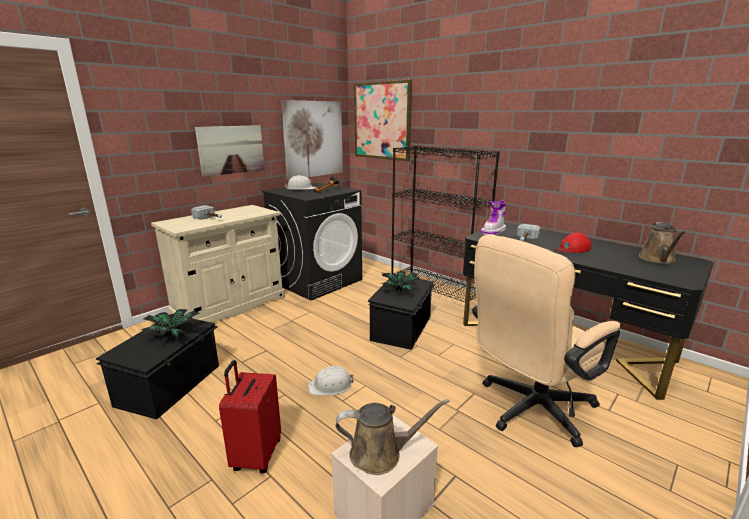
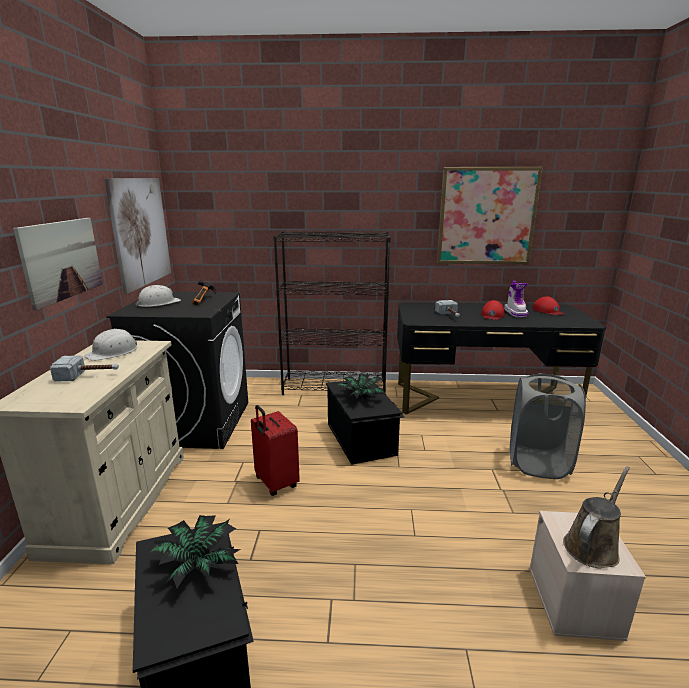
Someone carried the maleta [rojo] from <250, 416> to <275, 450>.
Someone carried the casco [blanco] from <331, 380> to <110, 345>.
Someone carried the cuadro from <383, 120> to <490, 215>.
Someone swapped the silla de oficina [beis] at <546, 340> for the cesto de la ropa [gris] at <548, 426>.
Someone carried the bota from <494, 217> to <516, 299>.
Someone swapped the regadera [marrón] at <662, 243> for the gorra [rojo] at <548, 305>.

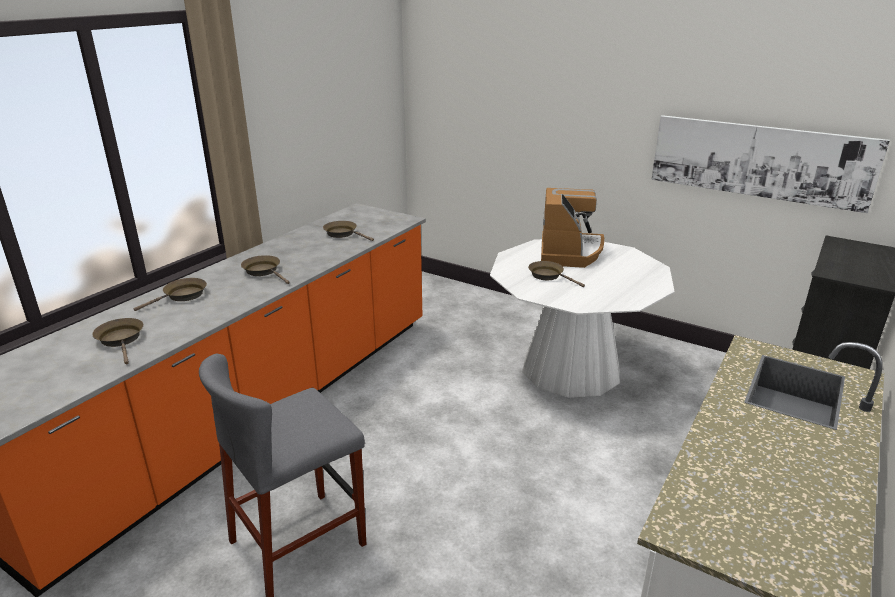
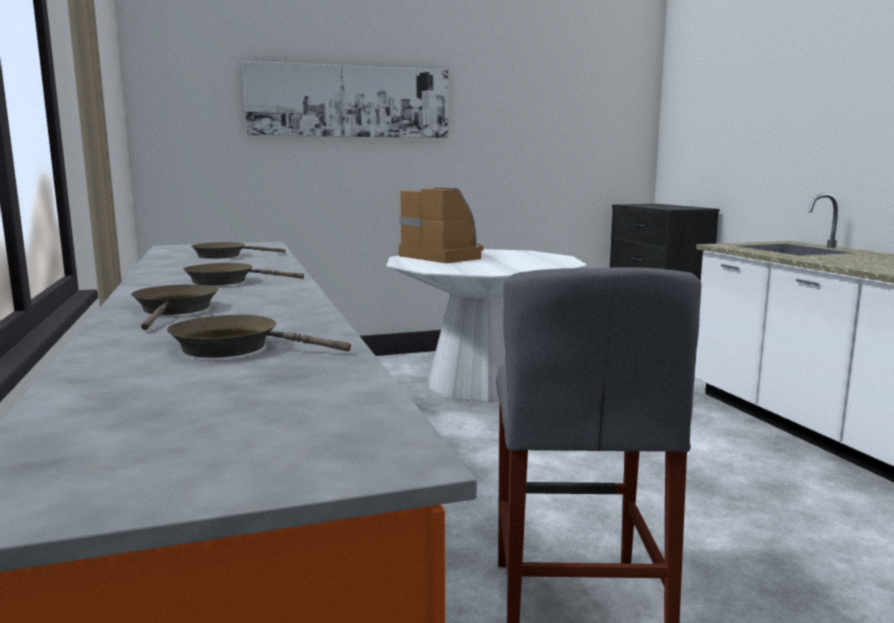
Someone took away the sartén [marrón] at <556, 274>.
Someone carried the cuadro from <770, 164> to <345, 99>.

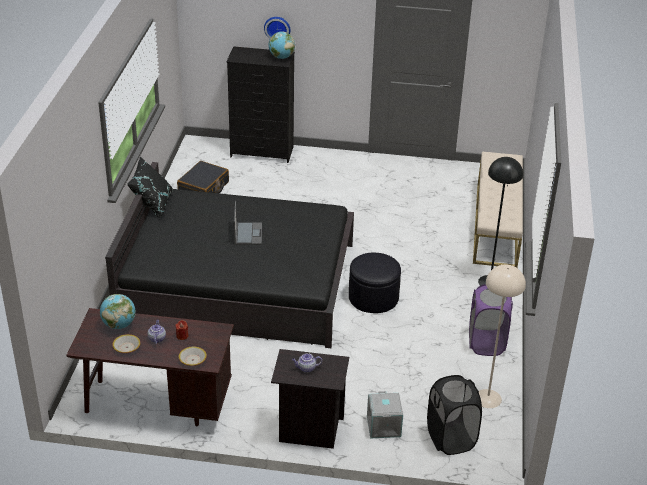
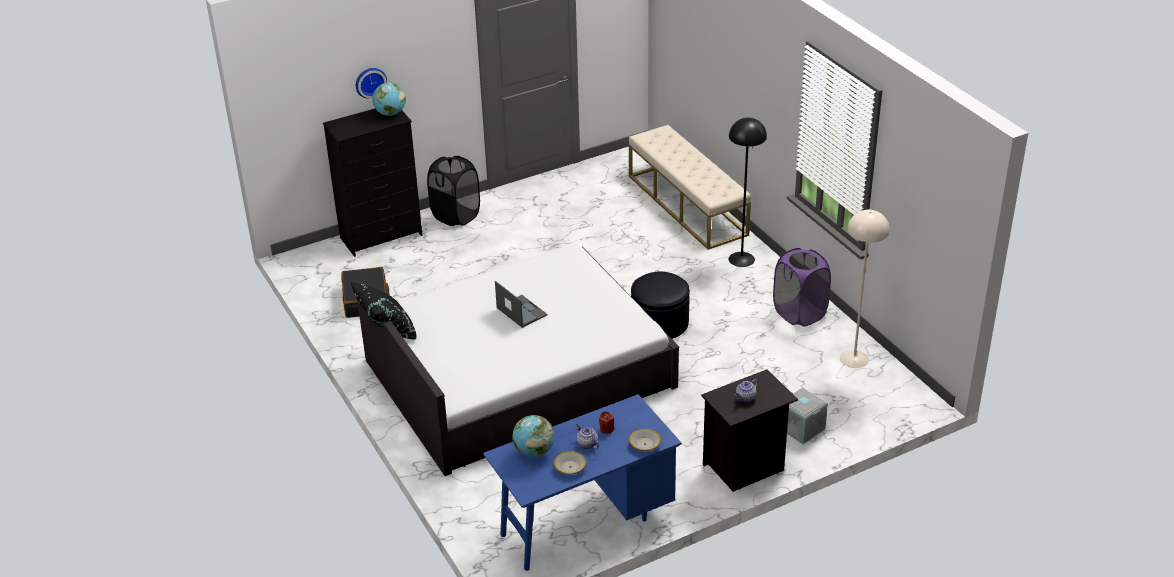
Someone repainted the escritorio [marrón] at <150, 367>, which became the escritorio [azul] at <582, 482>.
Someone repainted the cama [negro] at <229, 255>, which became the cama [blanco] at <518, 360>.
Someone carried the cesto de la ropa [negro] from <454, 415> to <453, 191>.

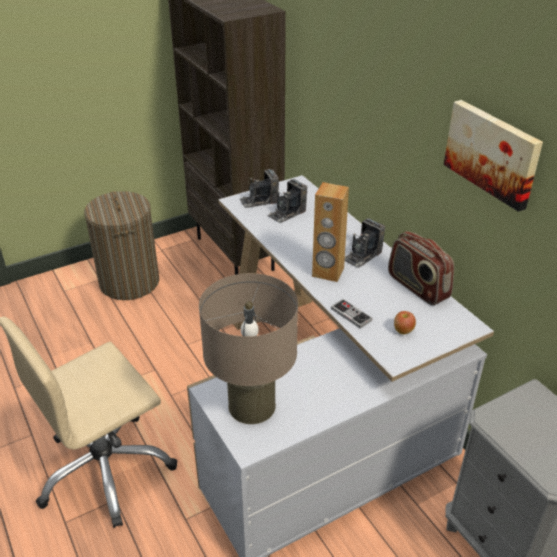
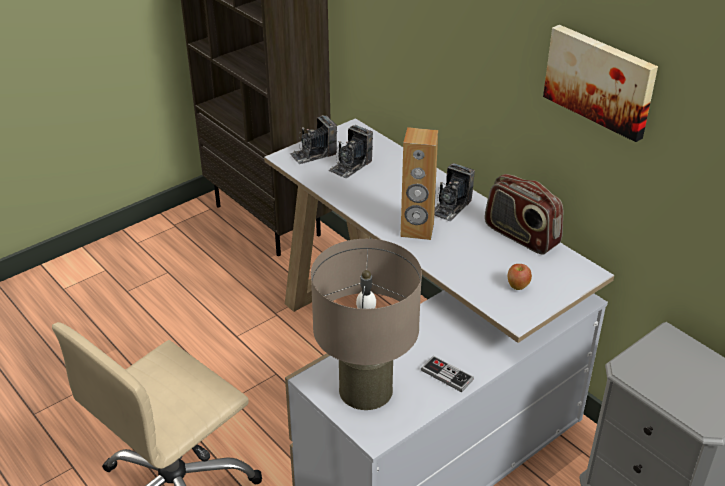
Someone took away the cesto de la ropa at <121, 245>.
Someone carried the mando de consola from <352, 313> to <447, 374>.

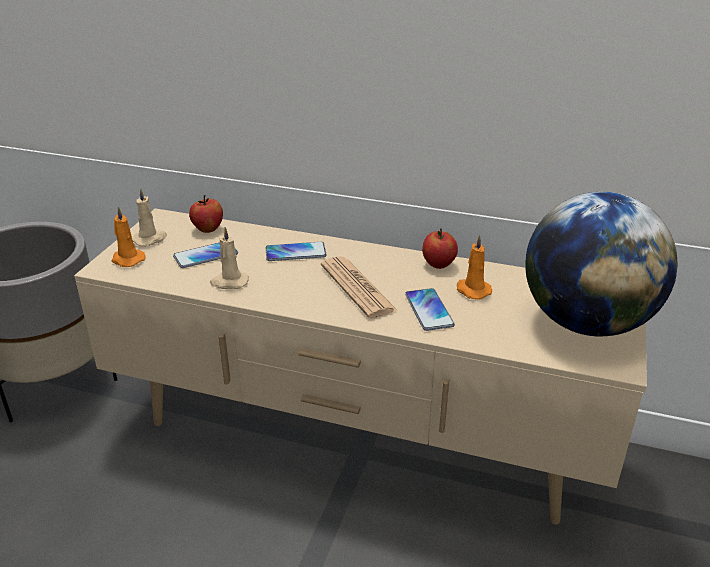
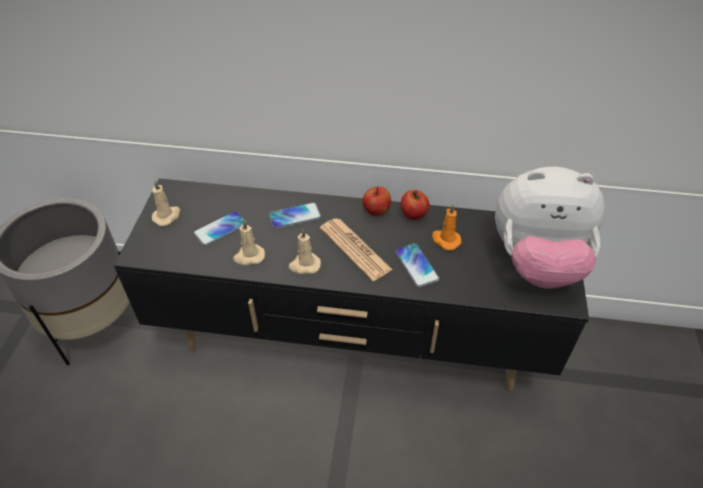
Someone repainted the mueble de televisión [beis] at <360, 366>, which became the mueble de televisión [negro] at <351, 284>.
Someone took away the vela [naranja] at <128, 237>.
Someone carried the manzana from <206, 214> to <377, 201>.
Someone swapped the globo terráqueo at <601, 264> for the peluche at <550, 227>.
Someone put down the vela [beis] at <304, 251>.

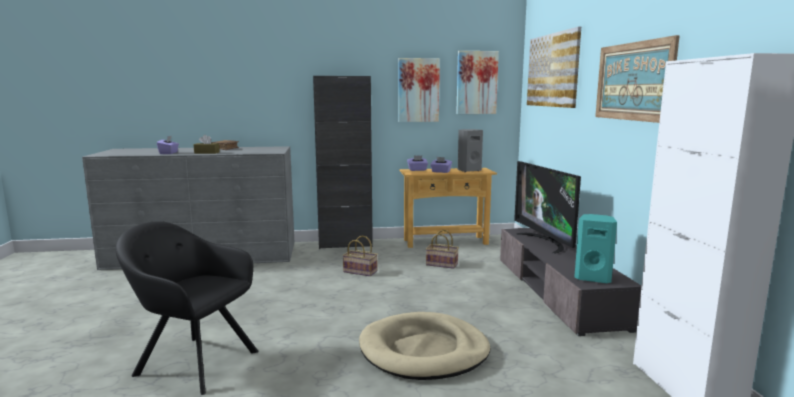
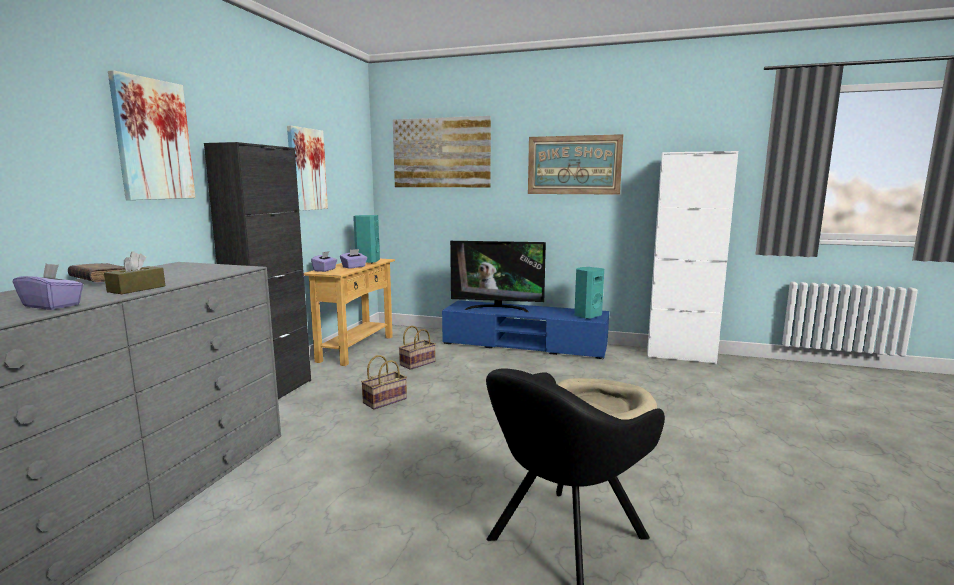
Someone carried the cuadro from <477, 82> to <152, 135>.
Someone repainted the altavoz [gris] at <470, 150>, which became the altavoz [turquesa] at <366, 239>.
Someone repainted the mueble de televisión [gris] at <570, 282>, which became the mueble de televisión [azul] at <525, 329>.

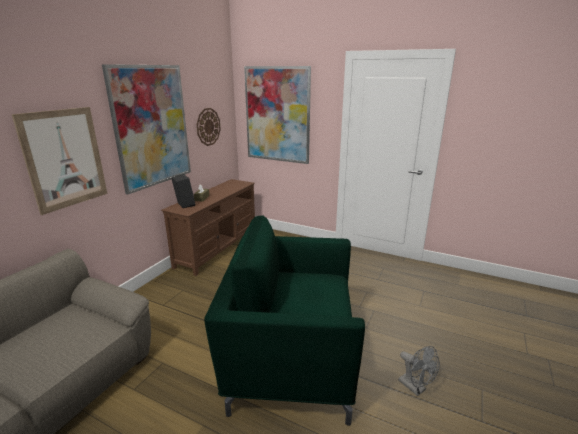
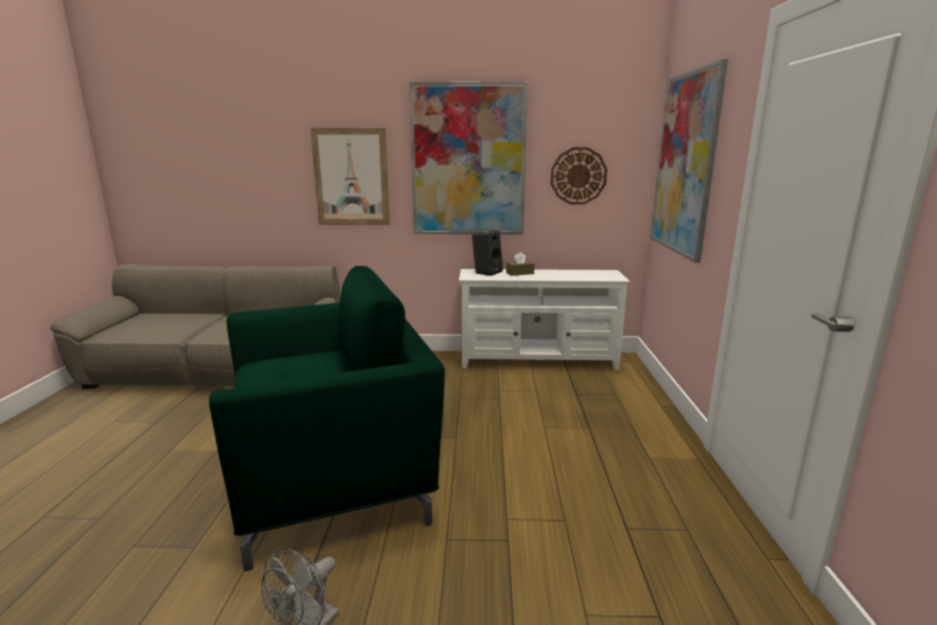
Someone repainted the mueble de televisión [marrón] at <208, 227>, which became the mueble de televisión [blanco] at <544, 319>.
Someone rotated the sillón [verde] at <284, 321> by 90 degrees clockwise.

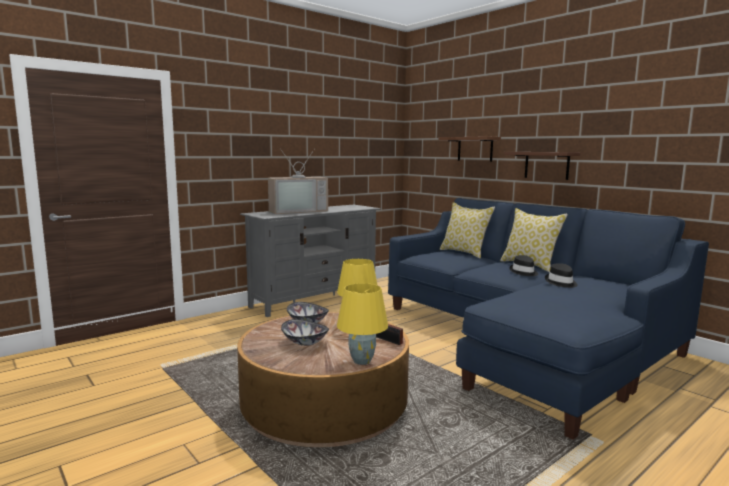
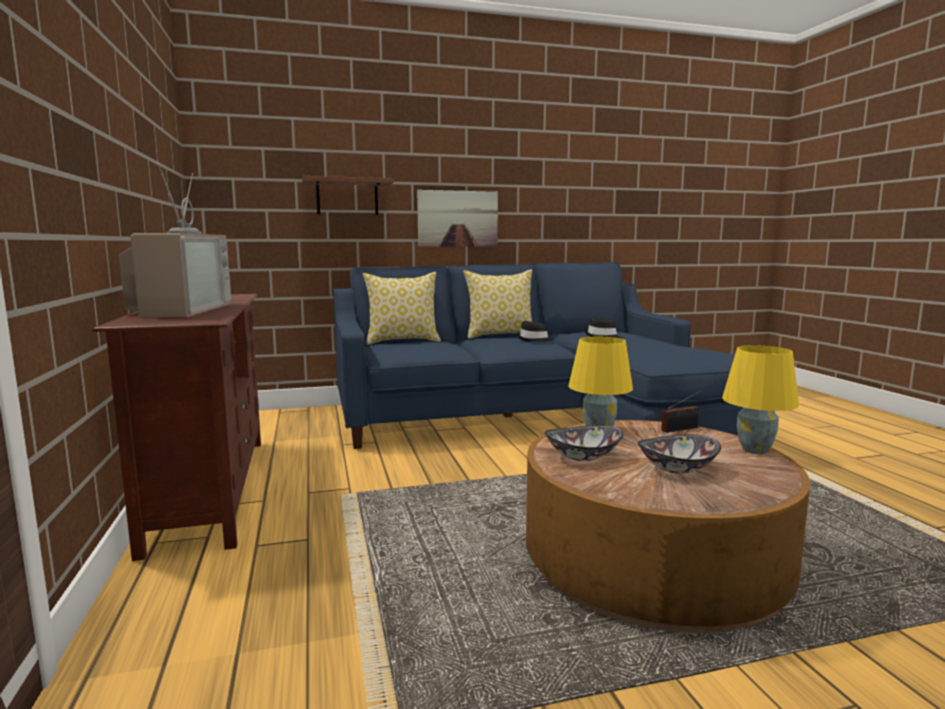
Someone repainted the mueble de televisión [gris] at <310, 261>, which became the mueble de televisión [marrón] at <176, 427>.
Someone swapped the estante [marrón] at <542, 166> for the cuadro at <457, 218>.

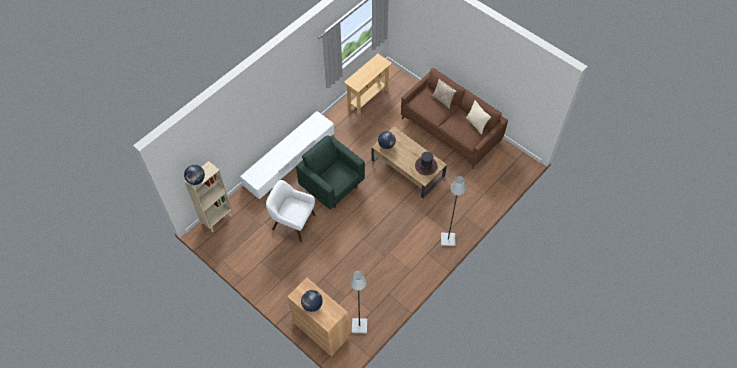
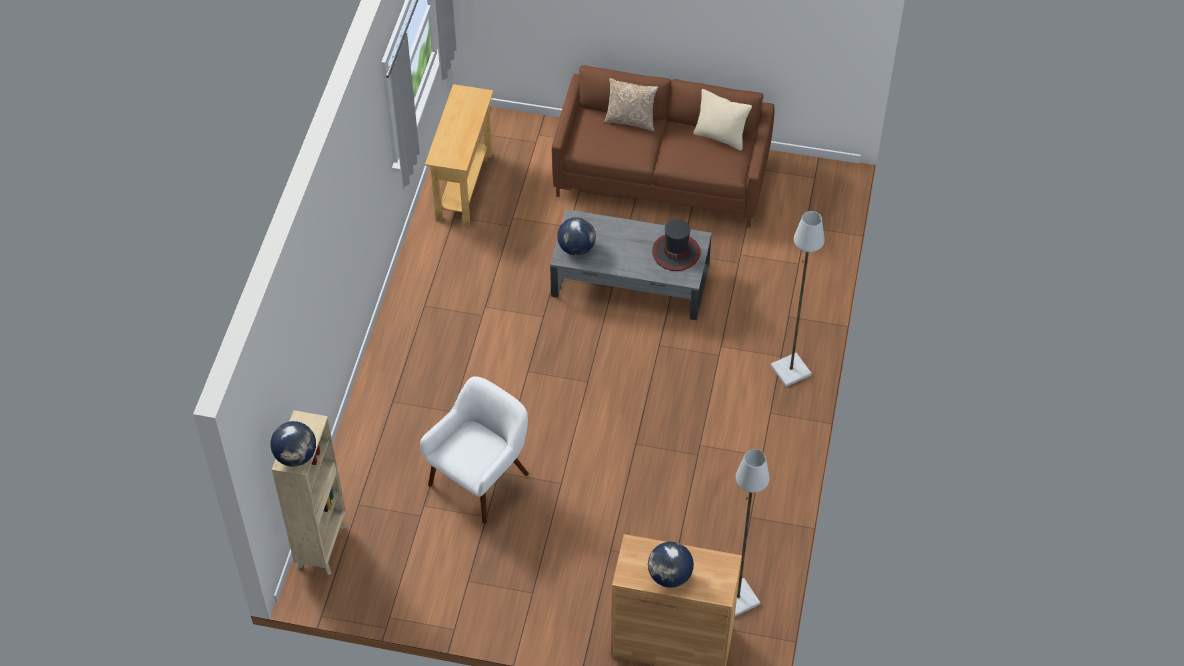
Someone took away the mueble de televisión [blanco] at <287, 155>.
Someone rotated the sillón [blanco] at <291, 211> by 135 degrees clockwise.
Someone took away the sillón [verde] at <330, 172>.
Someone repainted the mesa de centro [marrón] at <409, 163>, which became the mesa de centro [gris] at <631, 264>.

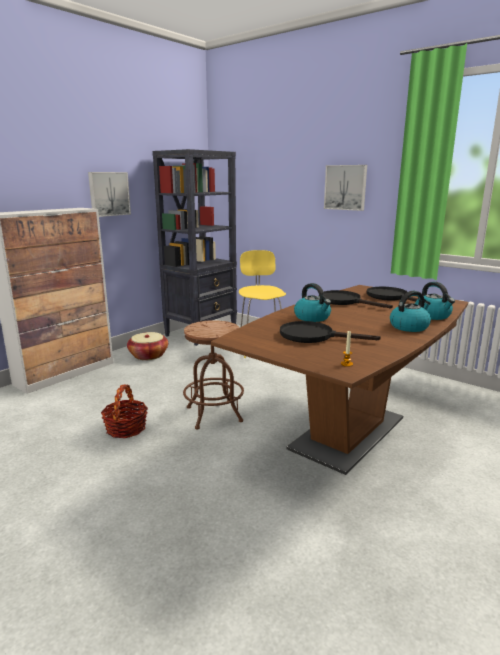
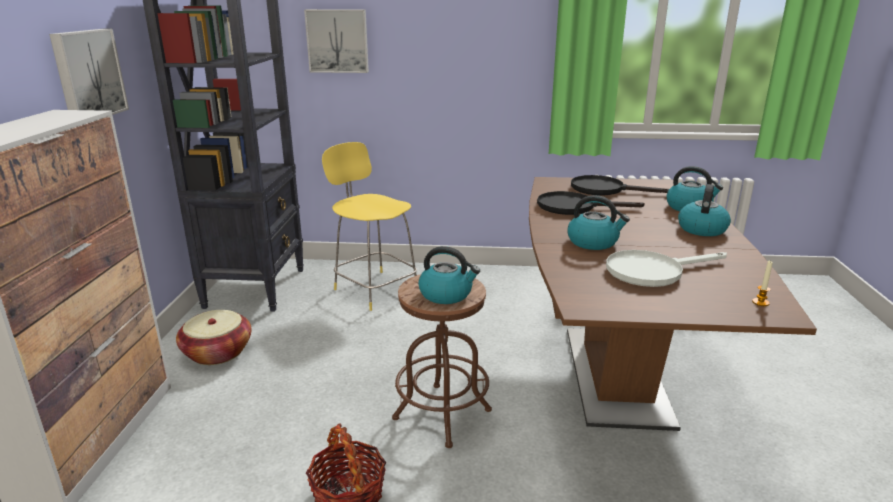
Someone repainted the sartén [negro] at <330, 332>, which became the sartén [blanco] at <666, 268>.
Someone carried the cuadro from <345, 188> to <336, 41>.
Someone put down the hervidor at <449, 275>.

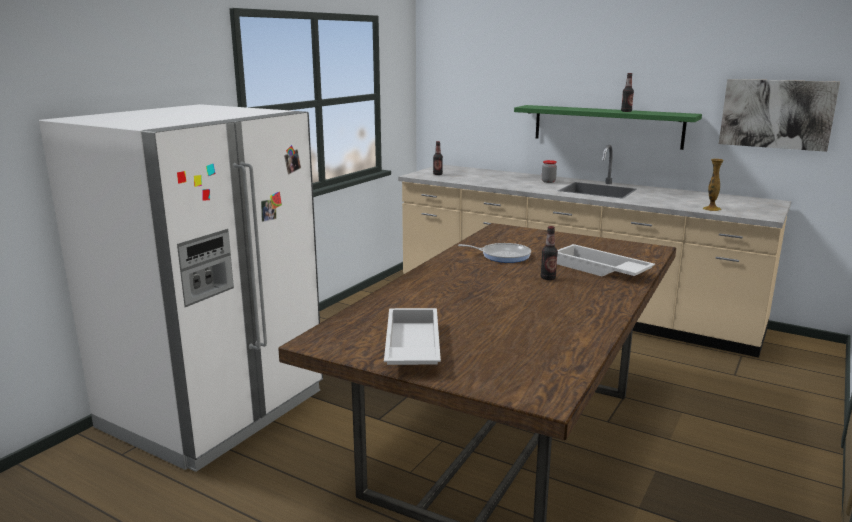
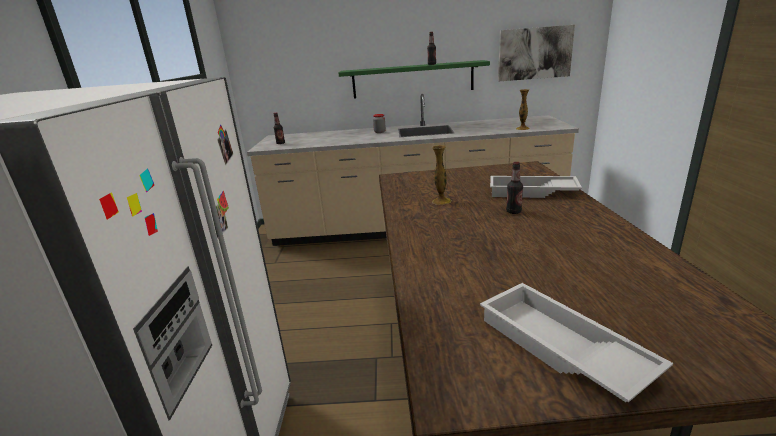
Someone swapped the sartén at <494, 253> for the florero at <442, 175>.

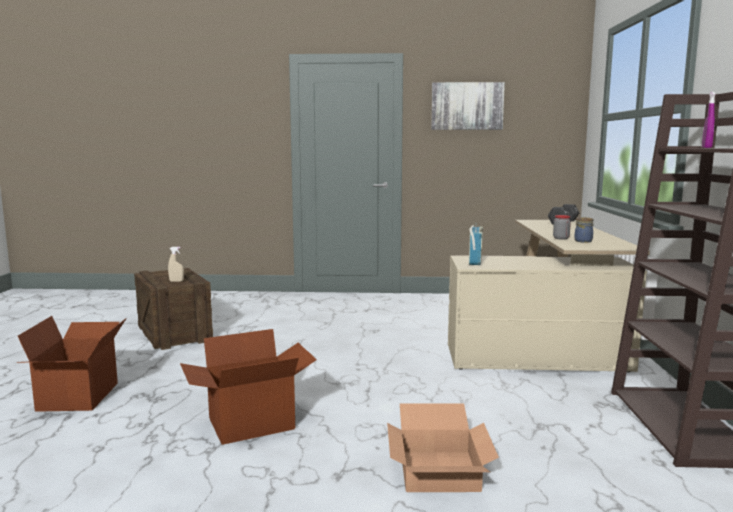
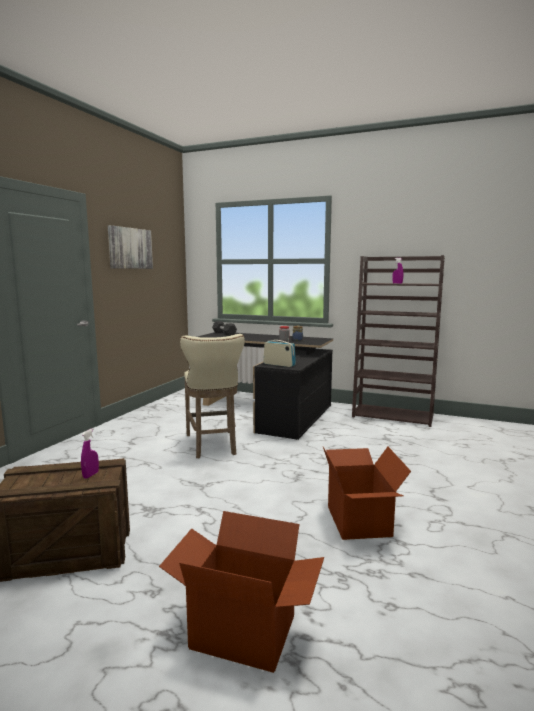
Someone repainted the pulverizador [beis] at <176, 264>, which became the pulverizador [morado] at <90, 453>.
Someone took away the caja de cartón at <443, 447>.
Someone repainted the escritorio [beis] at <549, 296>, which became the escritorio [negro] at <265, 386>.
Someone put down the taburete [beis] at <212, 396>.

